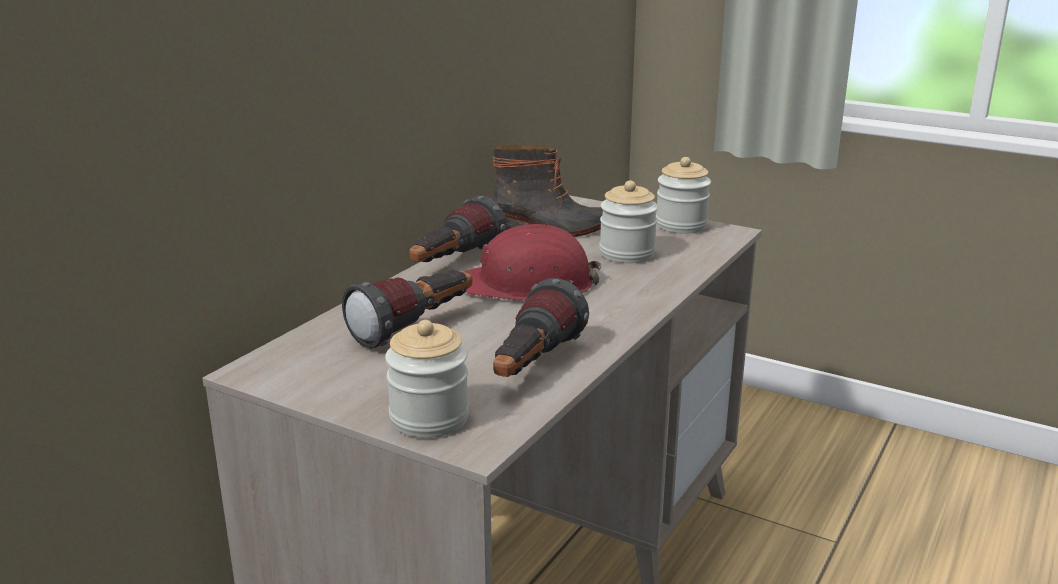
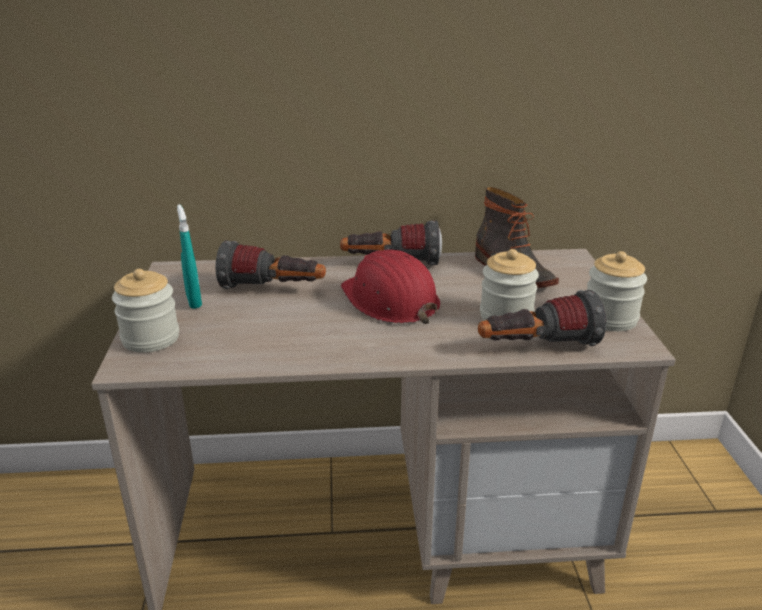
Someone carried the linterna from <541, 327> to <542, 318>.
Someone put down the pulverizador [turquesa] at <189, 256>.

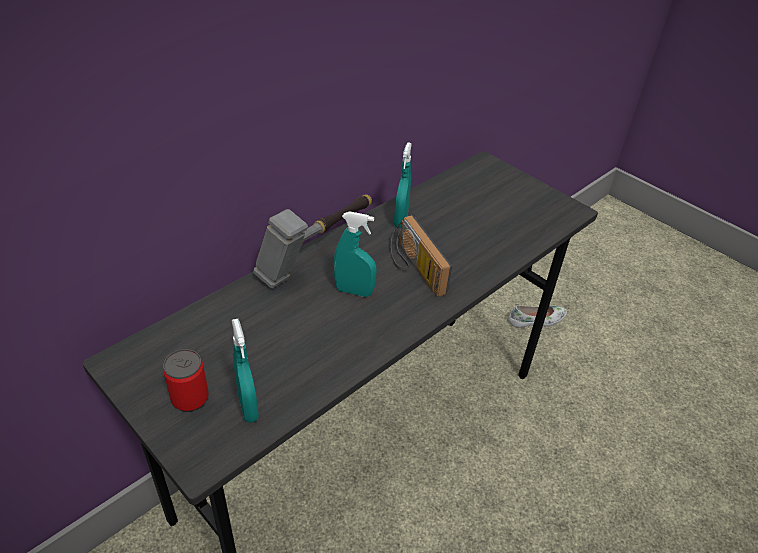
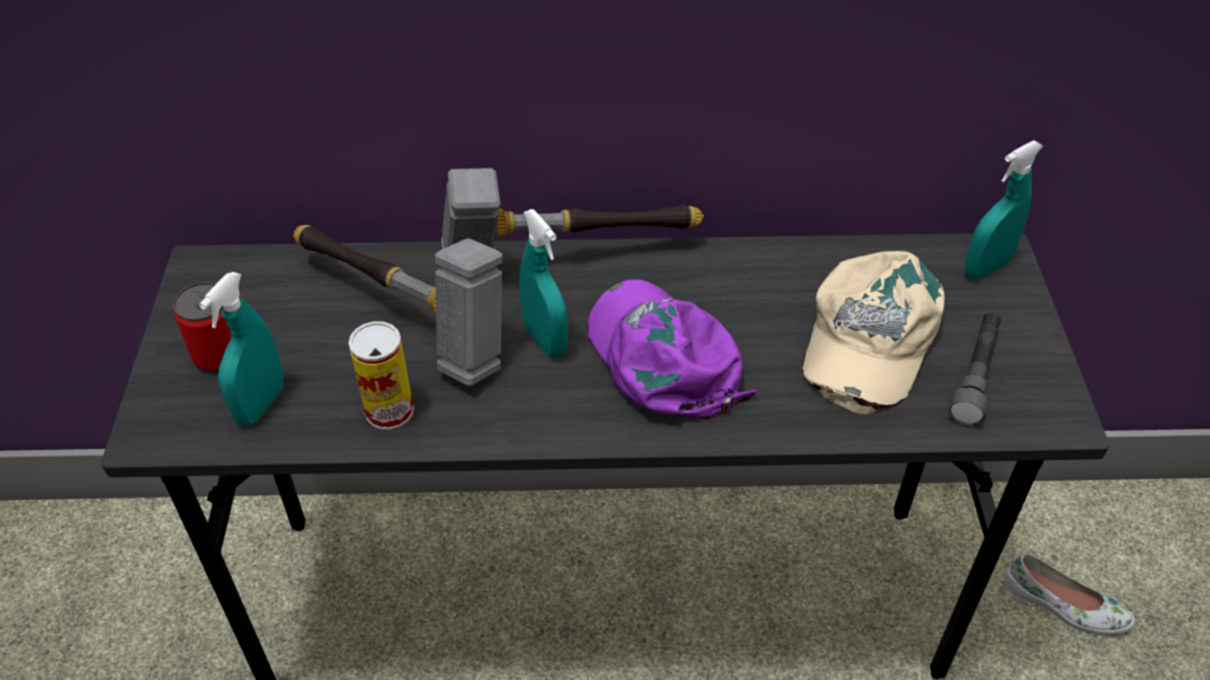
Someone swapped the radio at <421, 256> for the gorra [morado] at <672, 349>.
Someone carried the pulverizador [turquesa] from <403, 185> to <1004, 210>.
Someone put down the martillo at <398, 305>.
Someone put down the lata at <381, 375>.
Someone put down the gorra [beis] at <873, 332>.
Someone put down the linterna [gris] at <975, 369>.

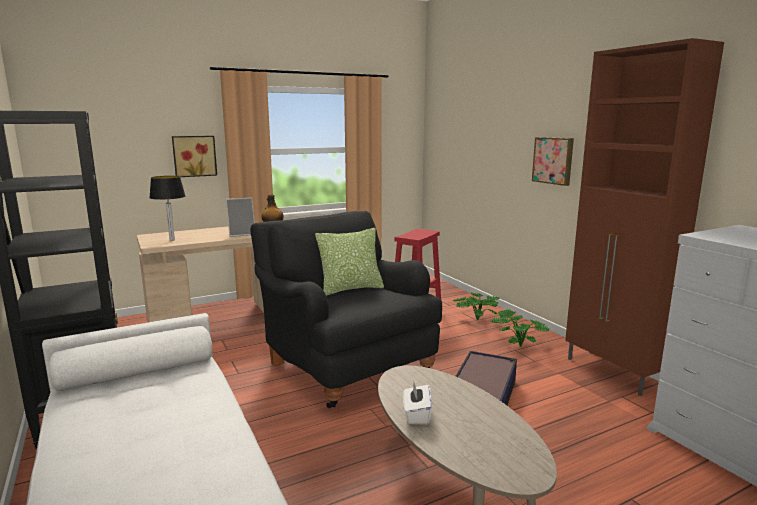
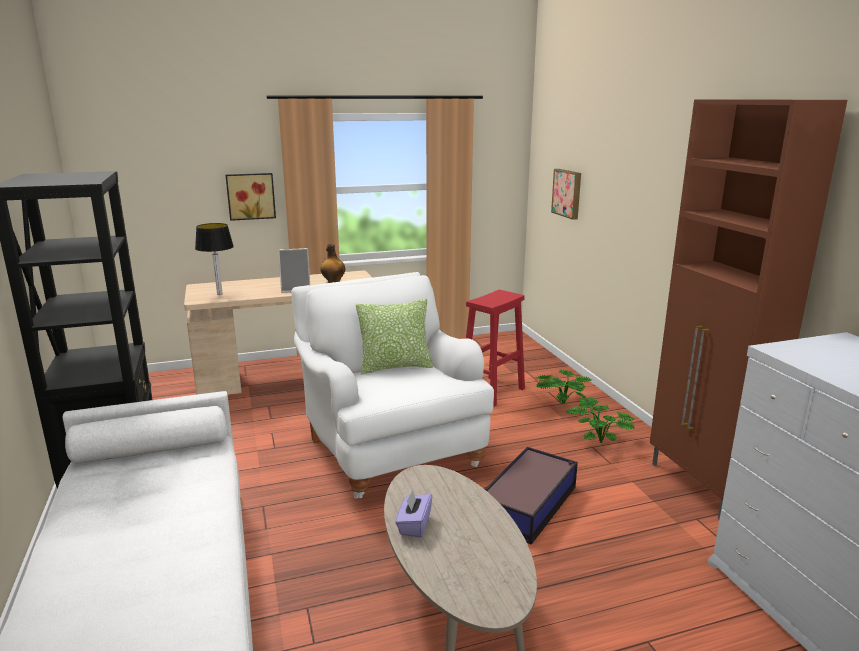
Someone repainted the sillón [negro] at <346, 309>, which became the sillón [blanco] at <392, 385>.
Someone repainted the caja de pañuelos [blanco] at <417, 402>, which became the caja de pañuelos [morado] at <414, 514>.
Someone carried the cuadro from <553, 161> to <566, 194>.

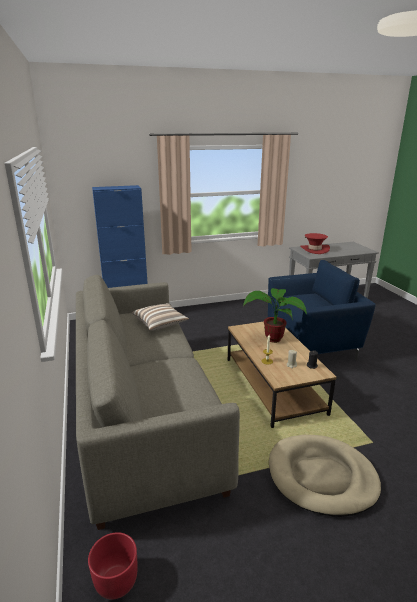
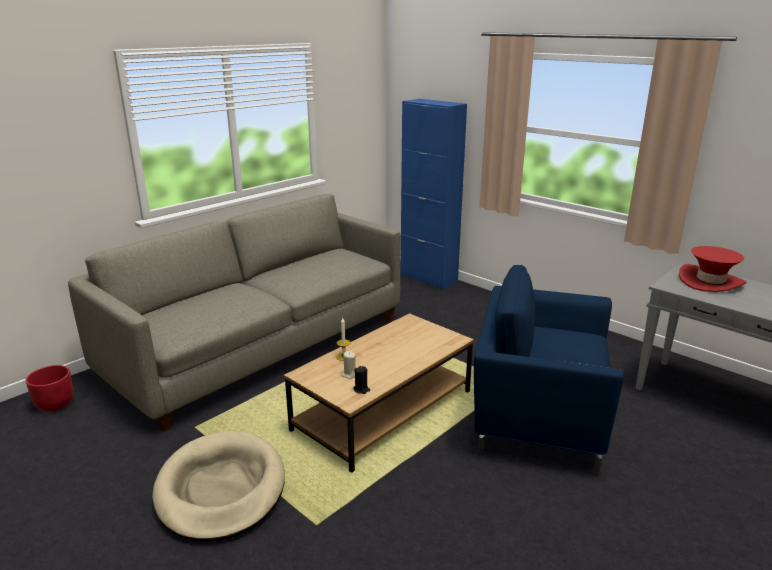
Someone took away the cojín at <160, 317>.
Someone took away the planta en maceta at <275, 315>.
Someone rotated the sillón [azul] at <322, 310> by 150 degrees clockwise.

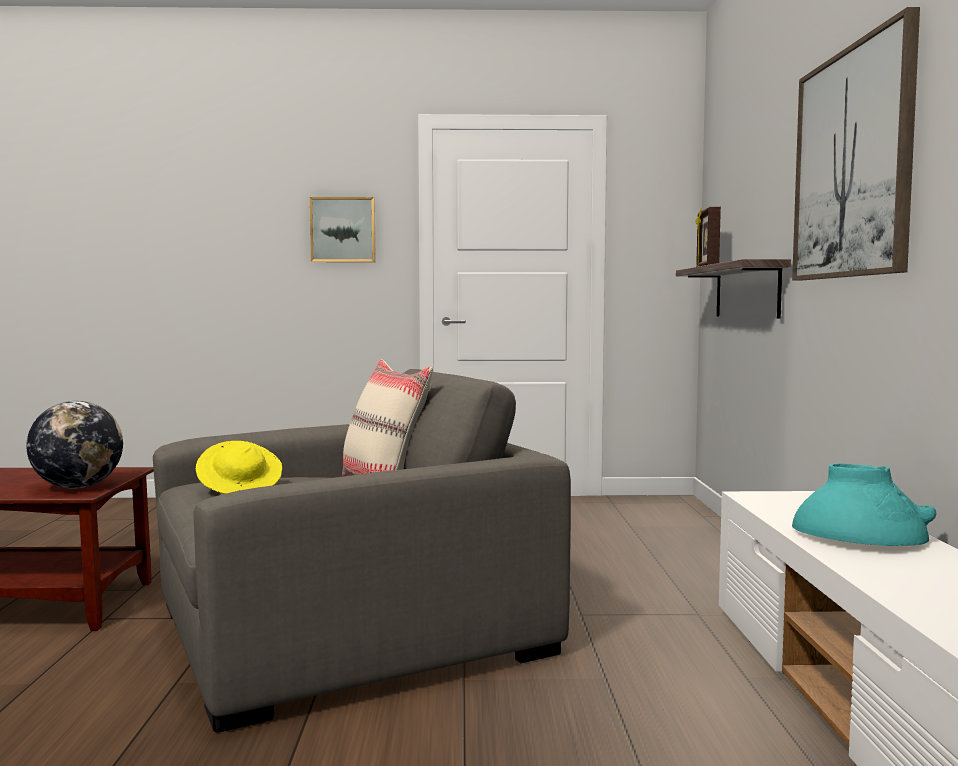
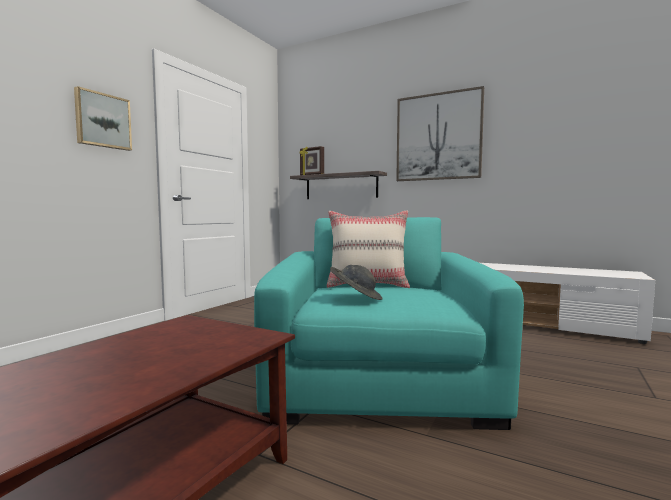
Someone took away the globo terráqueo at <74, 444>.
Someone repainted the sillón [gris] at <362, 550>, which became the sillón [turquesa] at <389, 323>.
Someone repainted the sombrero [amarillo] at <239, 467>, which became the sombrero [gris] at <356, 282>.
Someone took away the florero [turquesa] at <864, 504>.

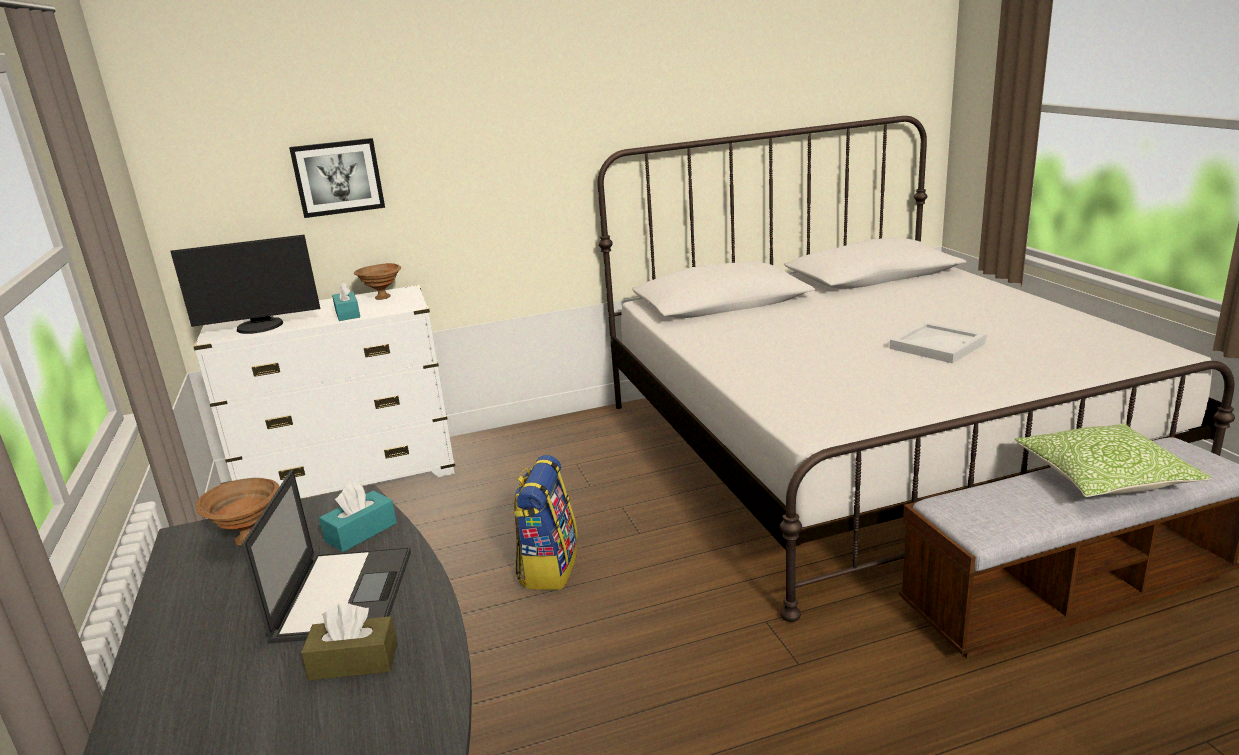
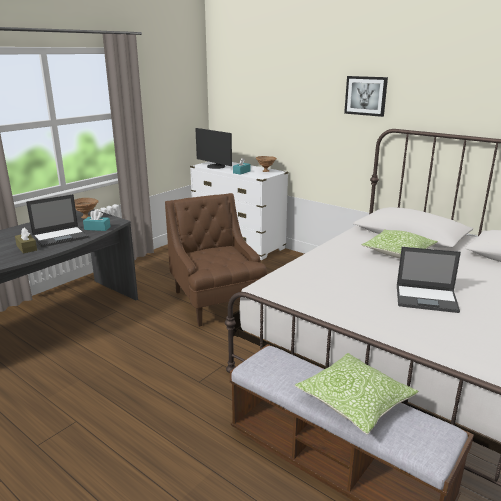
Someone carried the cuadro from <337, 178> to <366, 96>.
Someone swapped the mochila at <545, 522> for the sillón [marrón] at <216, 259>.
Someone swapped the bandeja [blanco] at <938, 342> for the portátil at <429, 280>.
Someone put down the cojín at <399, 243>.

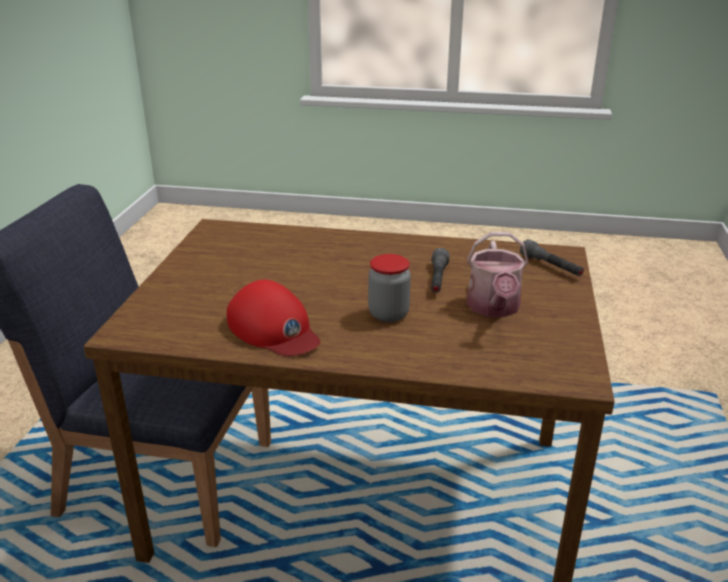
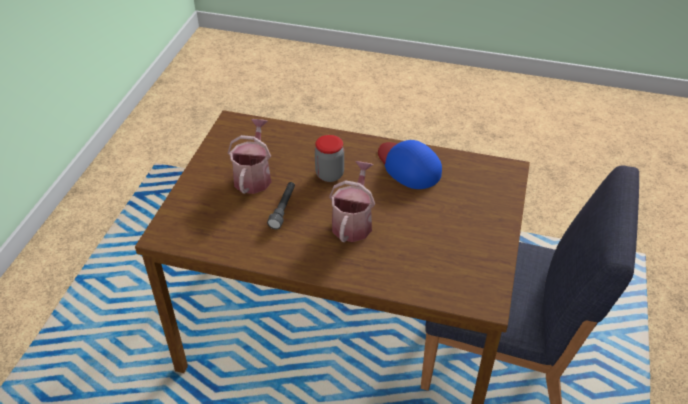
Someone repainted the gorra [rojo] at <273, 318>, which became the gorra [azul] at <410, 164>.
Someone took away the linterna [gris] at <552, 257>.
Someone put down the regadera at <352, 201>.

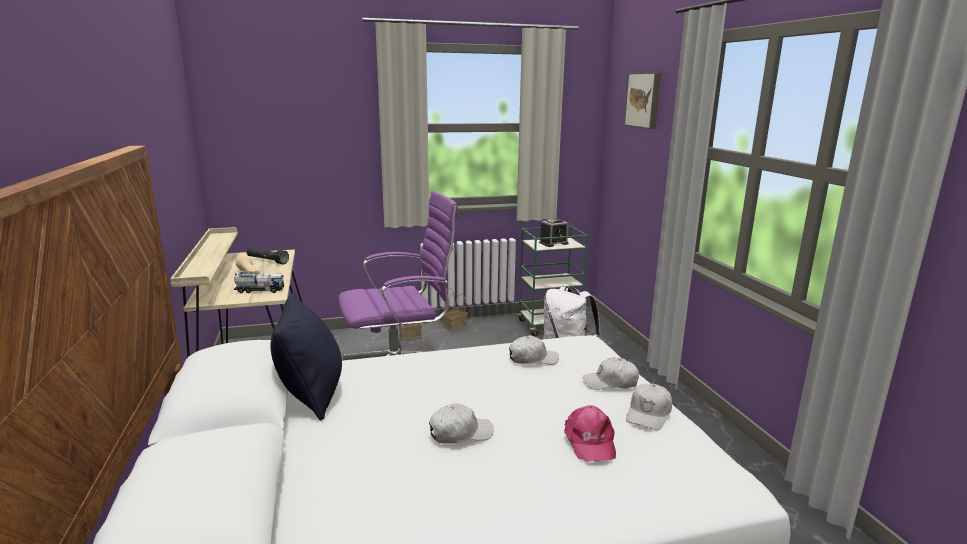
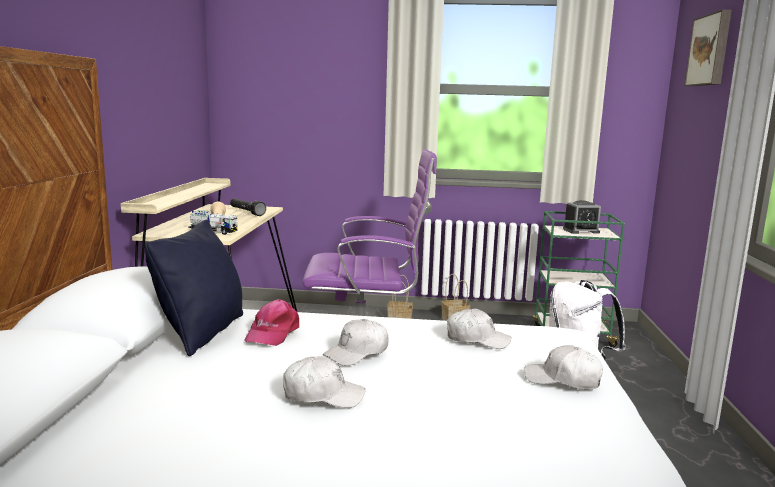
Someone carried the gorra [rosa] from <590, 433> to <271, 322>.
Someone carried the gorra [blanco] from <649, 407> to <355, 342>.

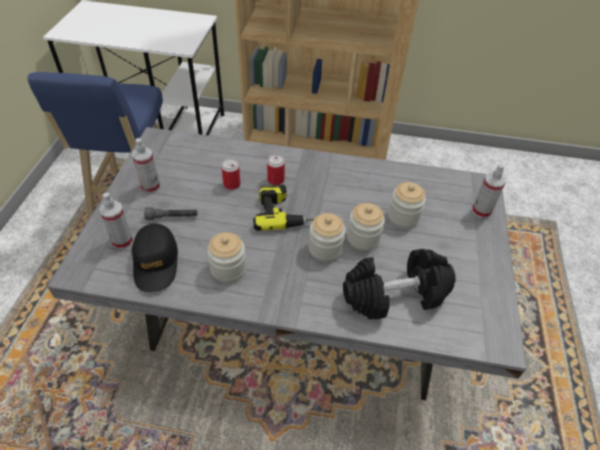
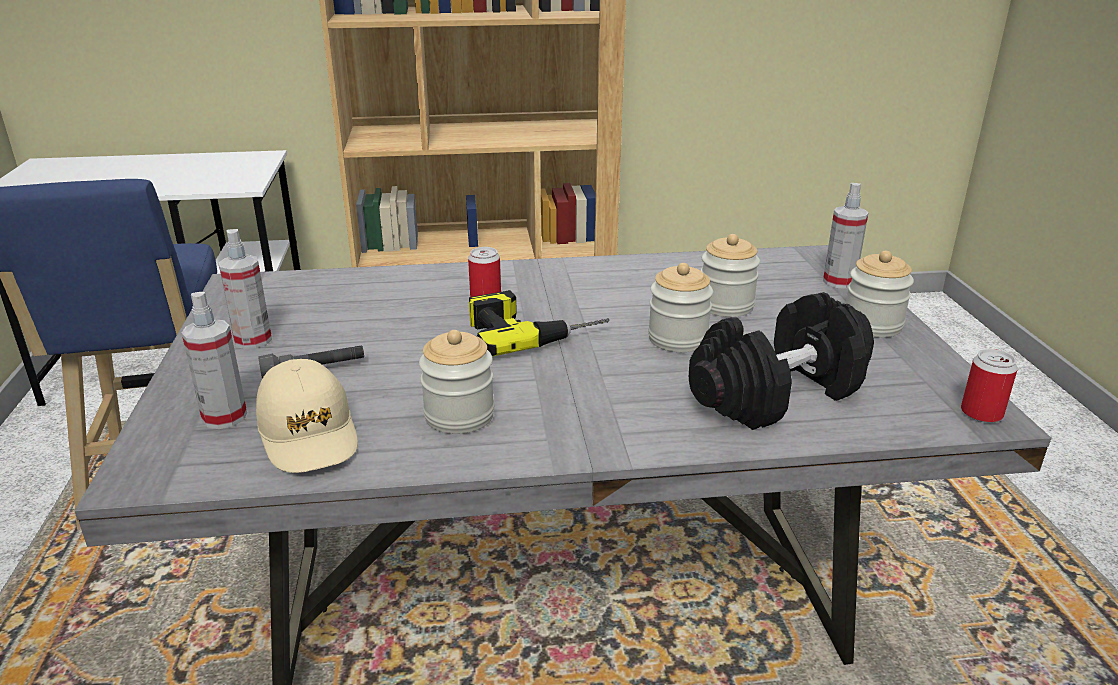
Someone repainted the gorra [negro] at <155, 257>, which became the gorra [beis] at <307, 416>.
Someone carried the lata from <231, 174> to <989, 386>.
Someone carried the tarro from <327, 237> to <880, 294>.

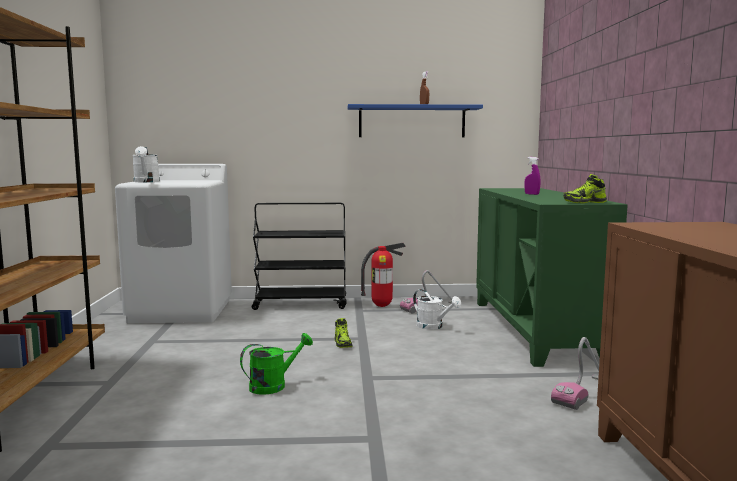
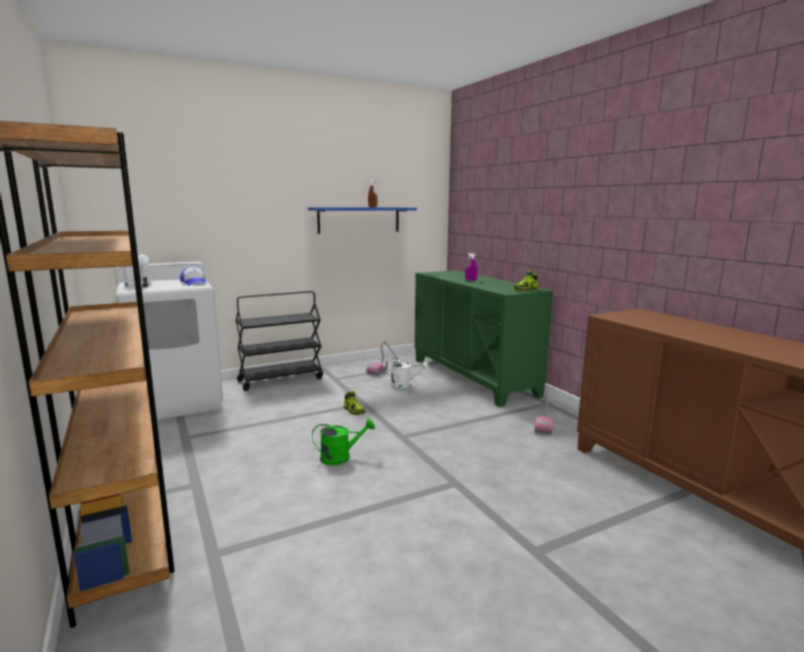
Someone rotated the regadera [verde] at <276, 364> by 45 degrees clockwise.
Someone took away the extintor at <383, 275>.
Someone put down the gorra at <193, 276>.

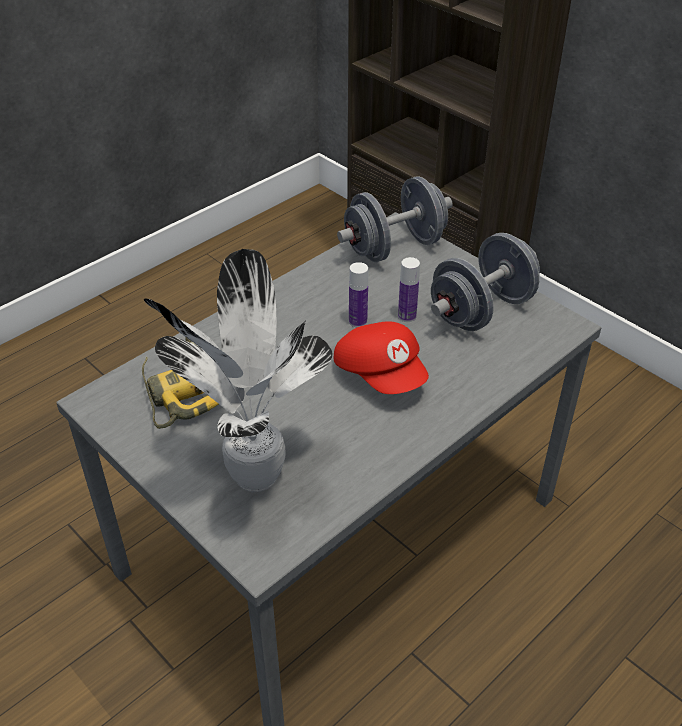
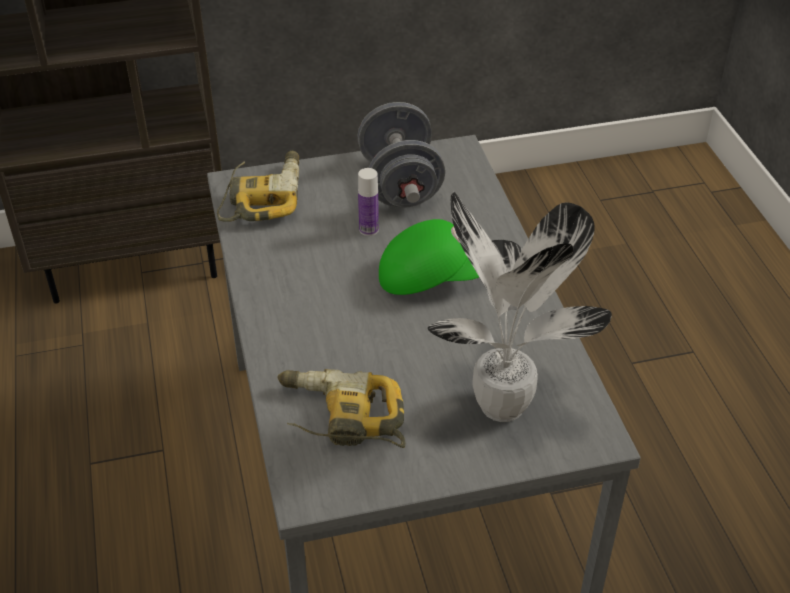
Someone repainted the gorra [rojo] at <381, 357>, which became the gorra [verde] at <429, 257>.
Someone swapped the mancuerna [gris] at <395, 219> for the taladro at <258, 186>.
Someone took away the botella at <358, 294>.

